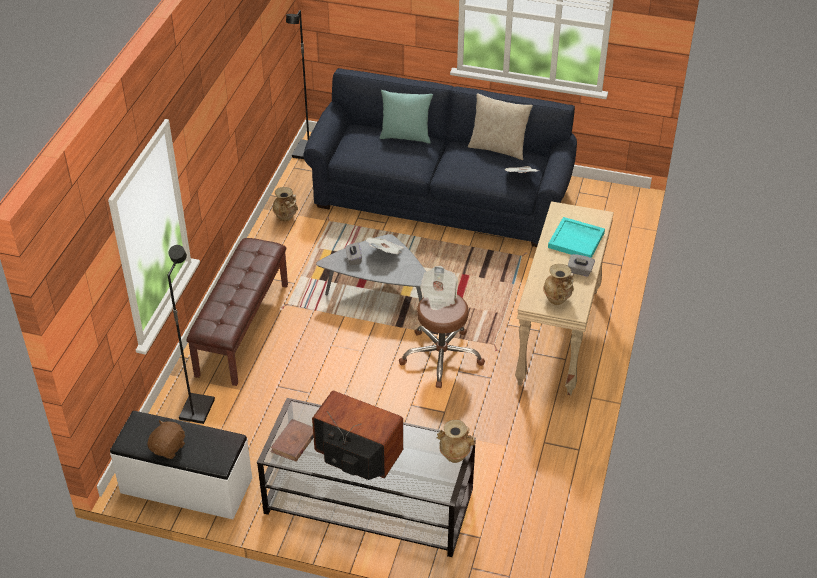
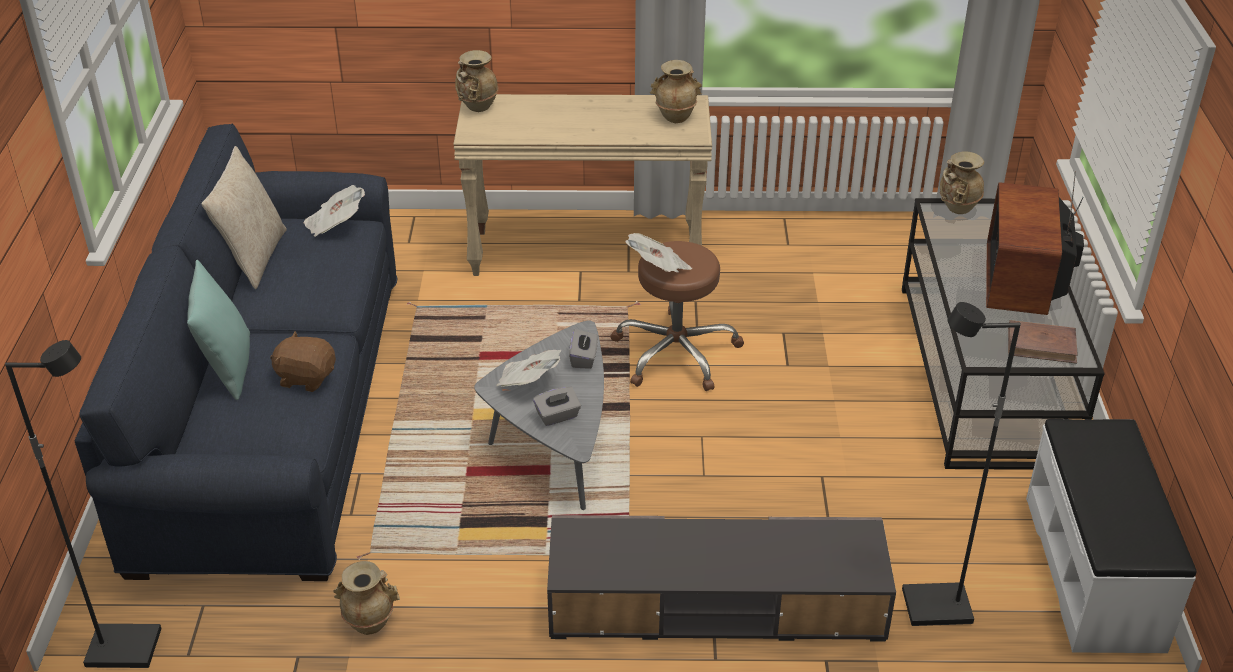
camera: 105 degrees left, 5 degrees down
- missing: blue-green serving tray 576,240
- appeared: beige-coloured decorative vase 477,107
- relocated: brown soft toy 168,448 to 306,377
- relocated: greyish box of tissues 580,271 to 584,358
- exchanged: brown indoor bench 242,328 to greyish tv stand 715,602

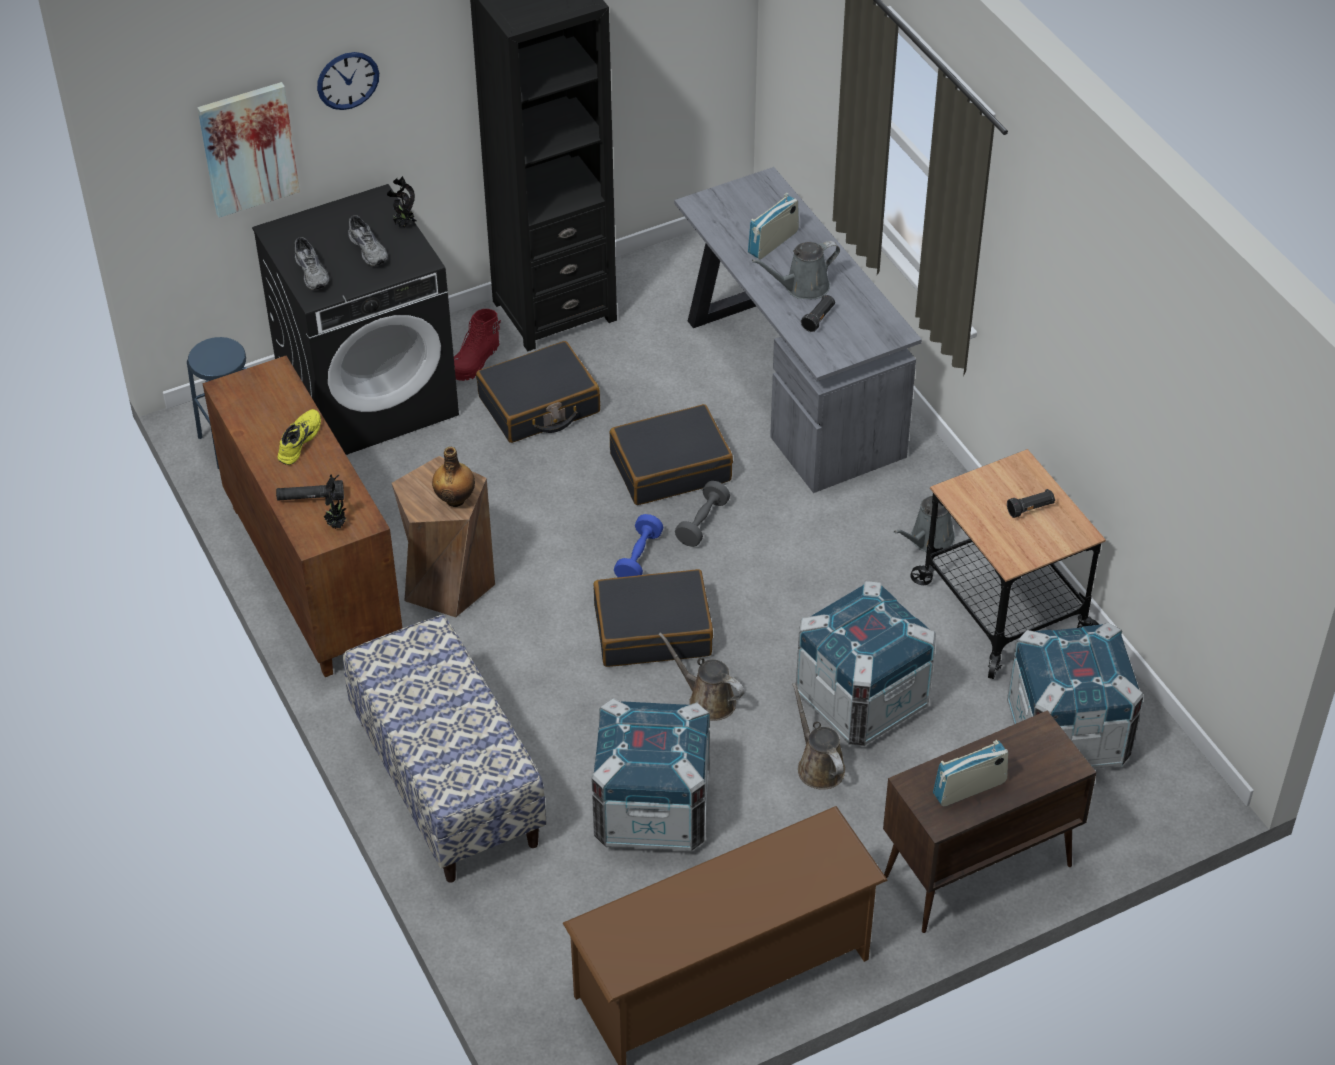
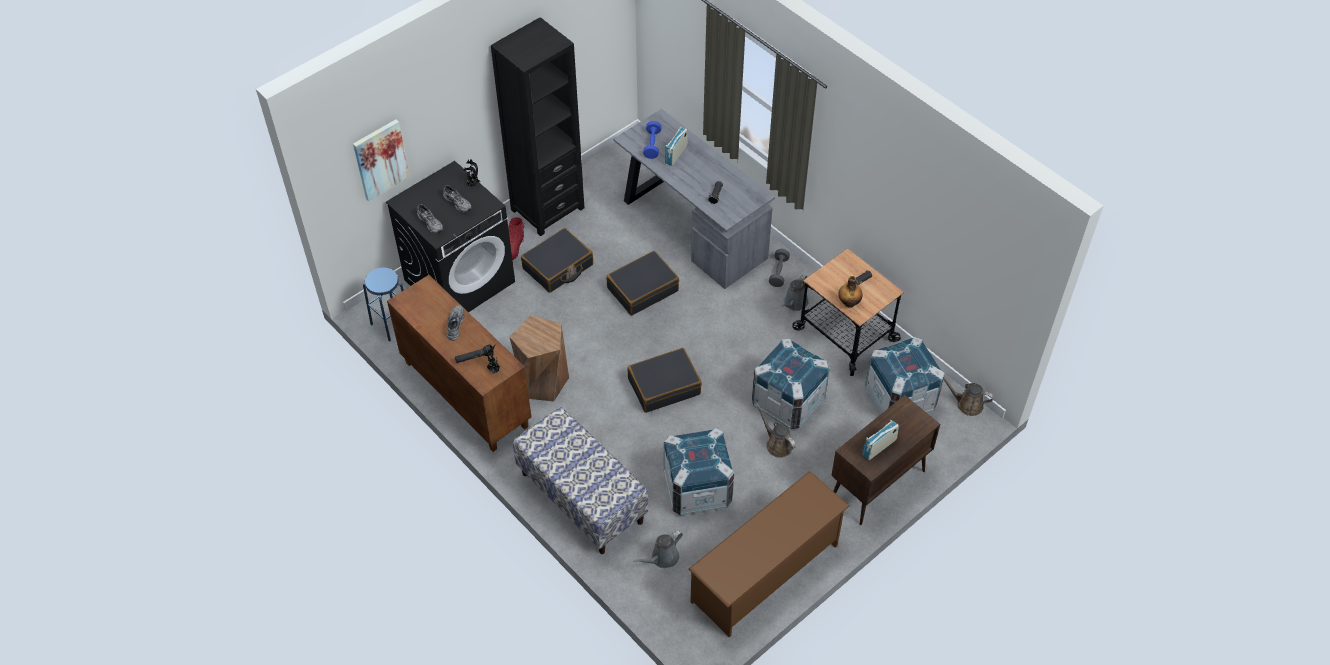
camera: 15 degrees left, 5 degrees up
- missing: clock on the wall 347,80
- relocated: drink bottle 455,499 to 849,303
- relocated: blue-coloured hand weight 638,557 to 652,145
- relocated: brown sprinkling can 707,700 to 967,404
- relocated: greyish hand weight 702,523 to 778,272
- relocated: greyish sprinkling can 802,287 to 662,558
- colour: yellowish shoe 298,440 to greyish shoe 454,324

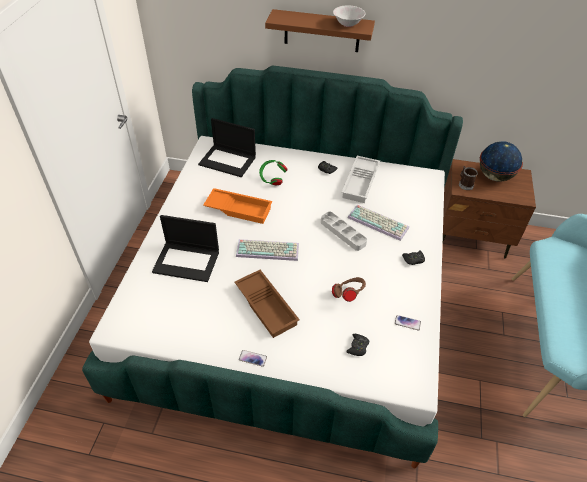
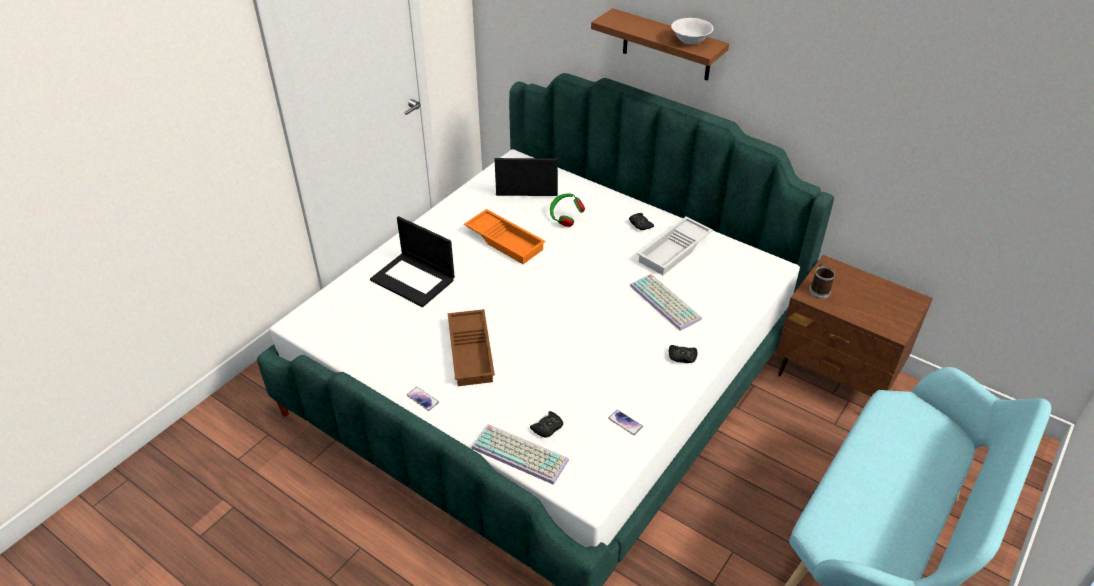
camera: 25 degrees right, 5 degrees down
- missing: greyish serving tray 343,233
- missing: brown headset 348,294
- missing: desk globe 494,176
- relocated: keyboard 268,249 to 521,453
- spun: portable computer 228,161 = 526,184 135 degrees clockwise

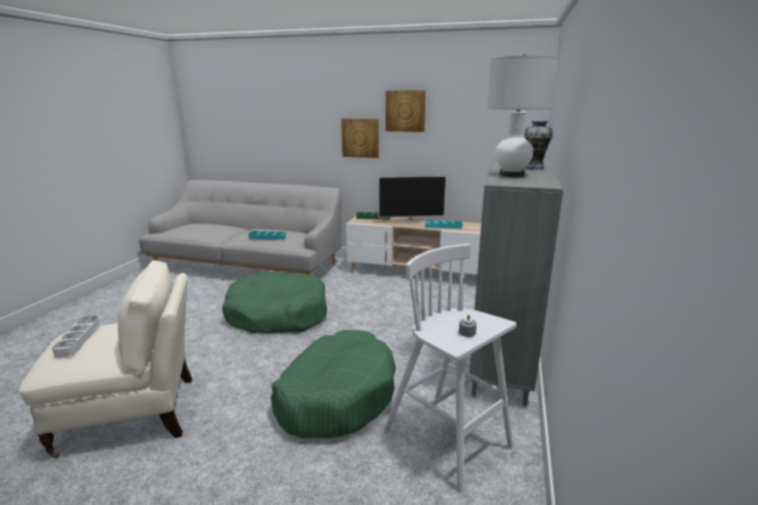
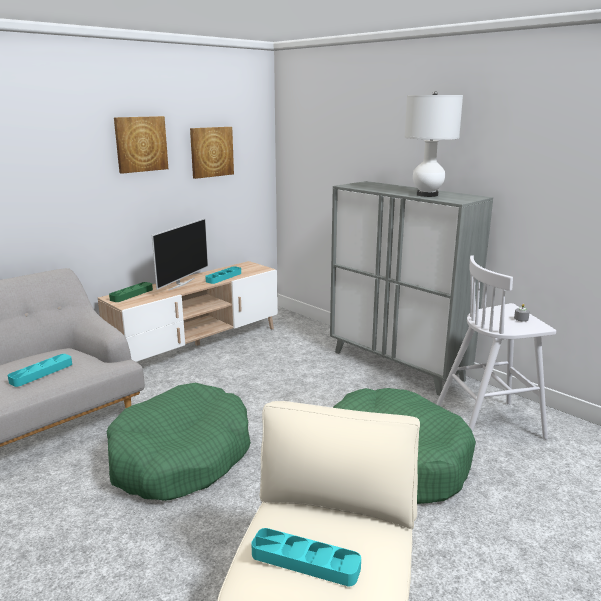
camera: 60 degrees left, 0 degrees up
- missing: decorative vase 534,168
- relocated: picture 360,138 to 211,152
- colour: whitish serving tray 78,339 to blue-green serving tray 305,561

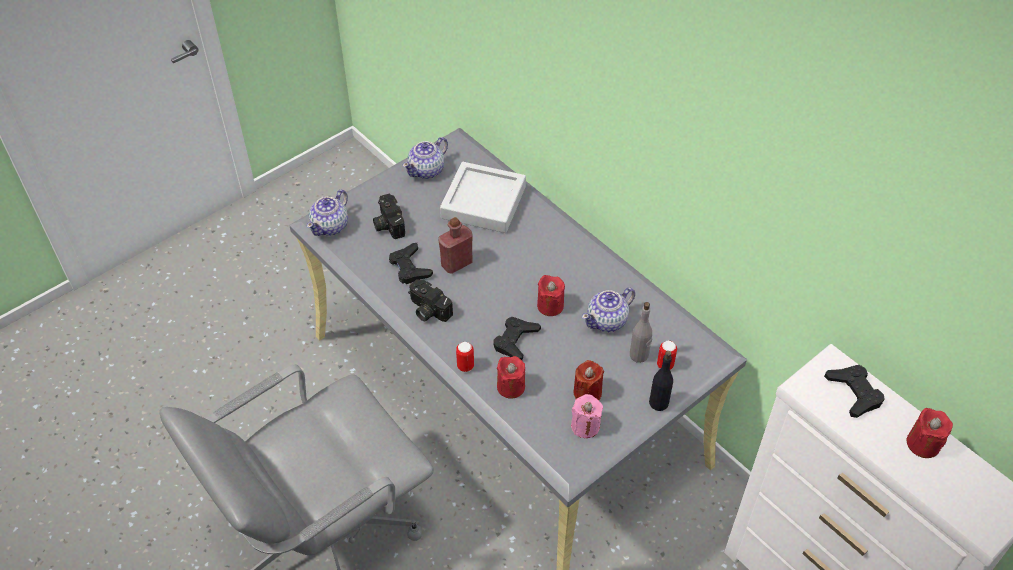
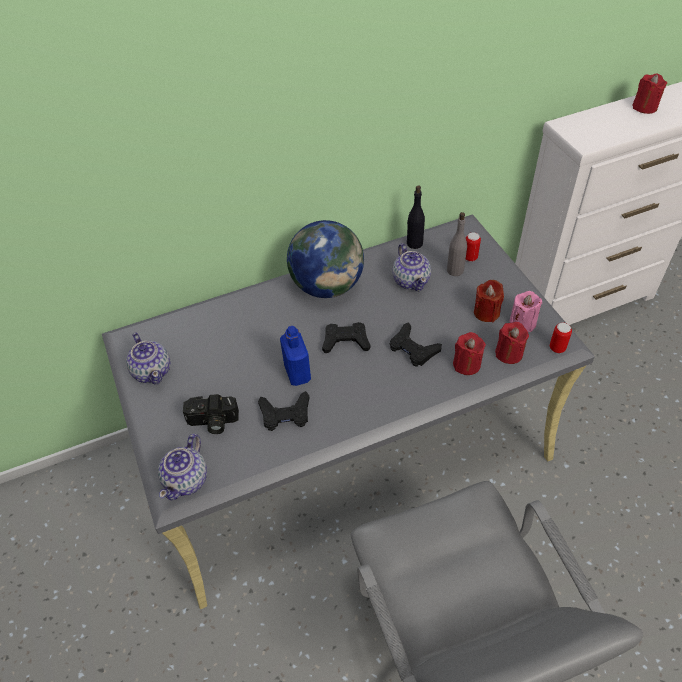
camera: 70 degrees left, 0 degrees up
- missing: photo camera 427,310
- missing: greyish serving tray 483,202
- appeared: desk globe 327,286
- relocated: metal can 465,366 to 557,348
- relocated: reddish candle 550,306 to 509,353
- relocated: black-coloured drink bottle 659,402 to 414,243
- relocated: black-coloured gamepad 854,393 to 345,341
- colour: reddish drink bottle 456,263 to blue-coloured drink bottle 297,373
- spun: pot for tea 330,226 = 187,479 60 degrees clockwise

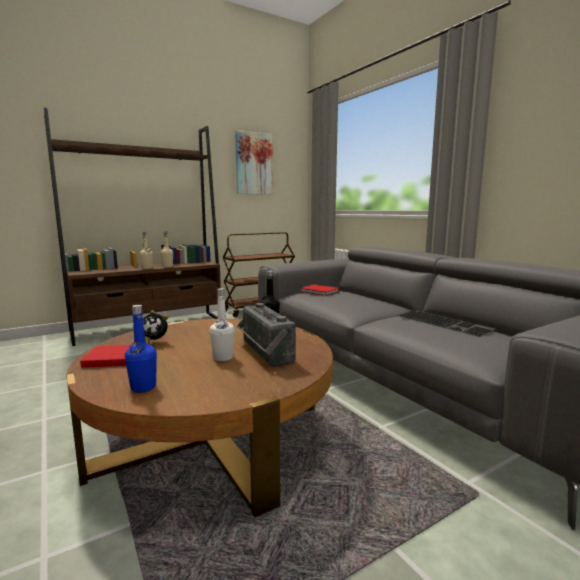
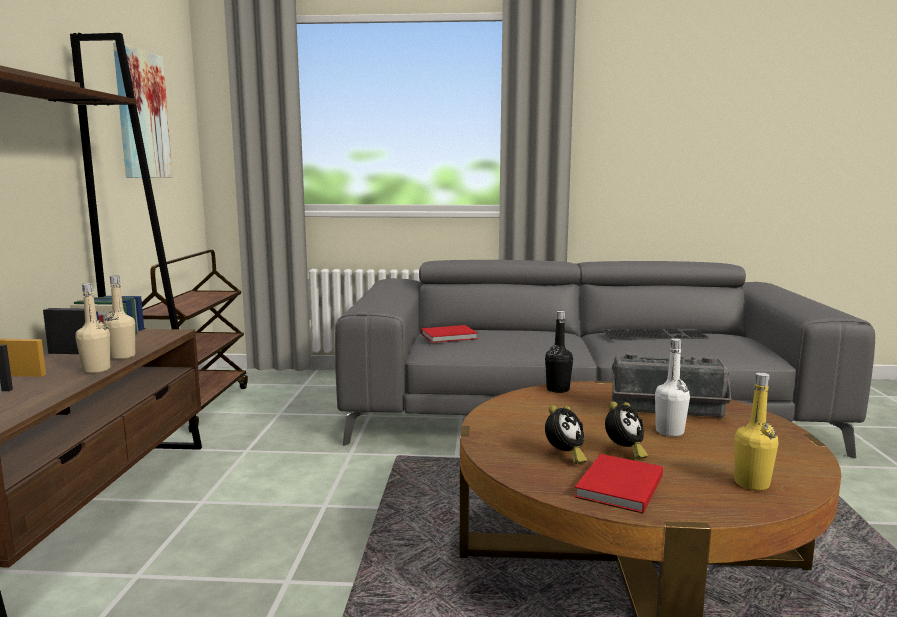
camera: 55 degrees left, 0 degrees up
- appeared: bedside clock 624,452
- colour: blue-coloured drink bottle 143,387 to yellowish drink bottle 751,484

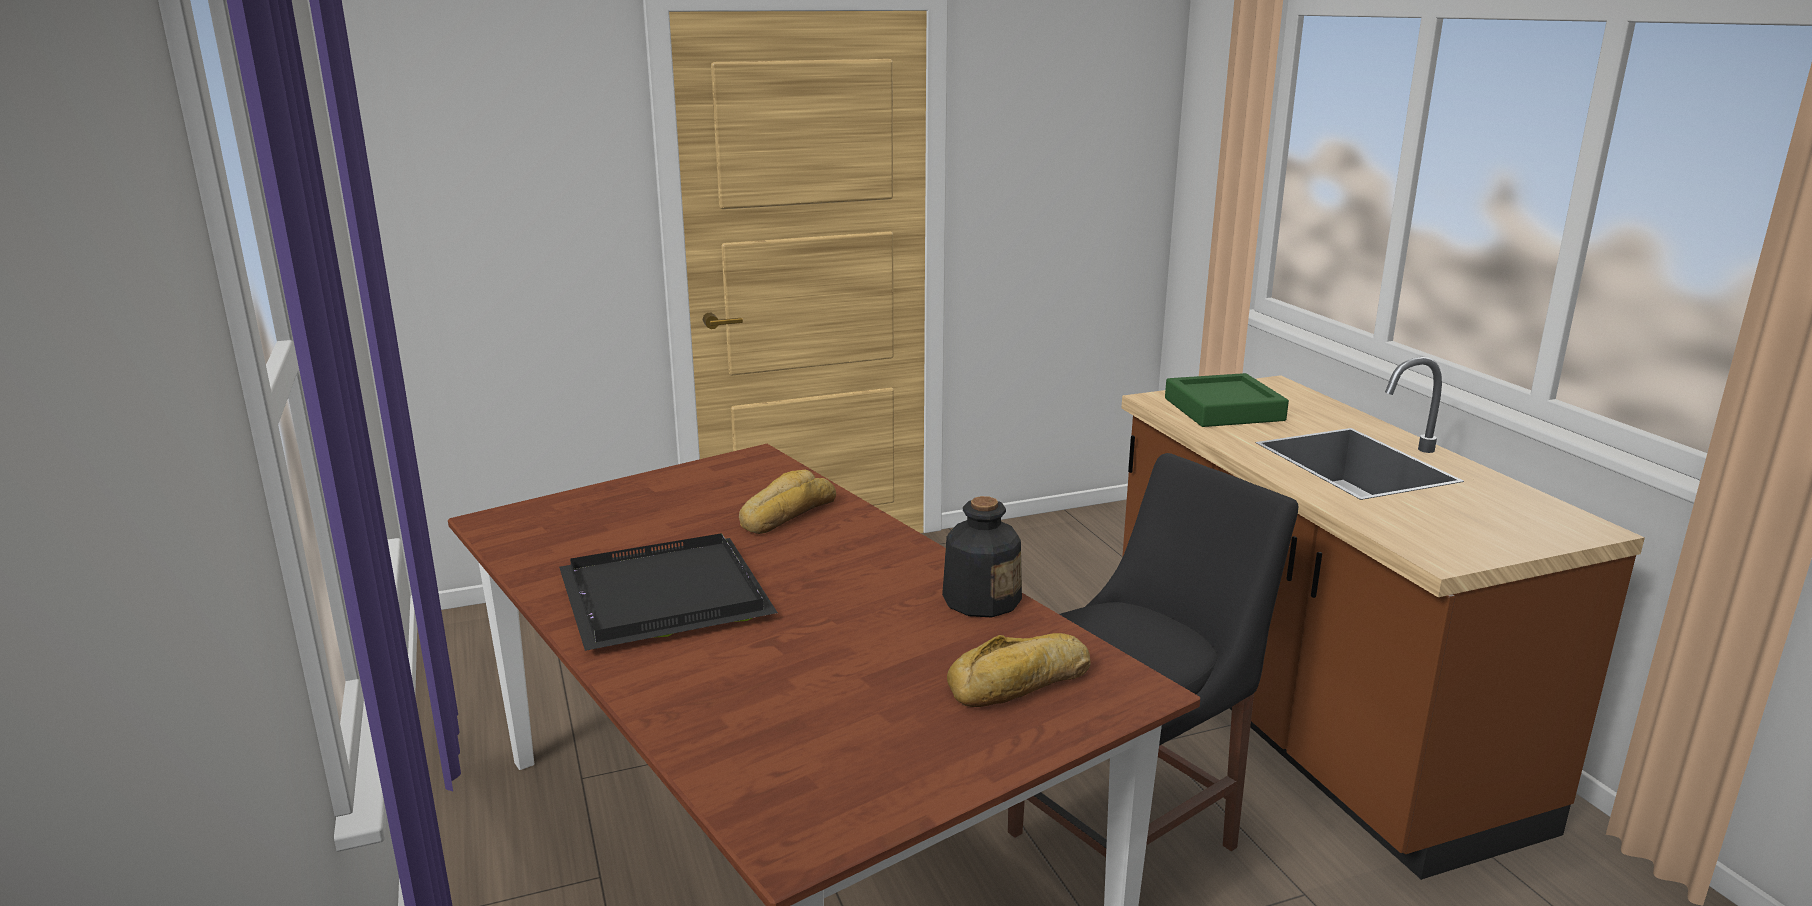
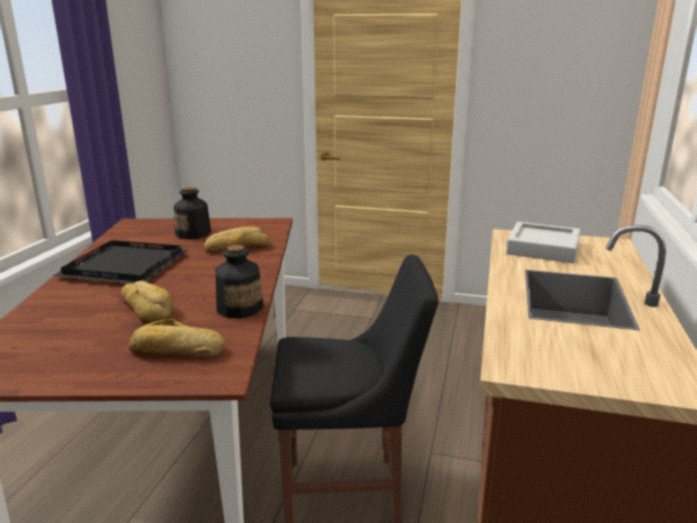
camera: 35 degrees right, 0 degrees up
- appeared: bread 148,308
- appeared: drink bottle 194,234
- colour: green serving tray 1223,409 to greyish serving tray 543,248

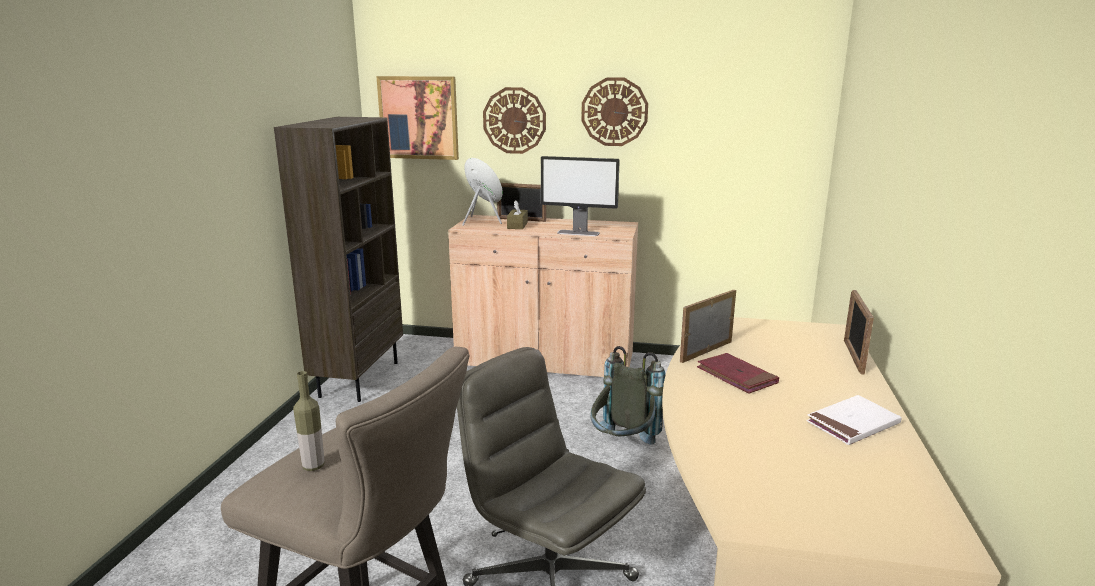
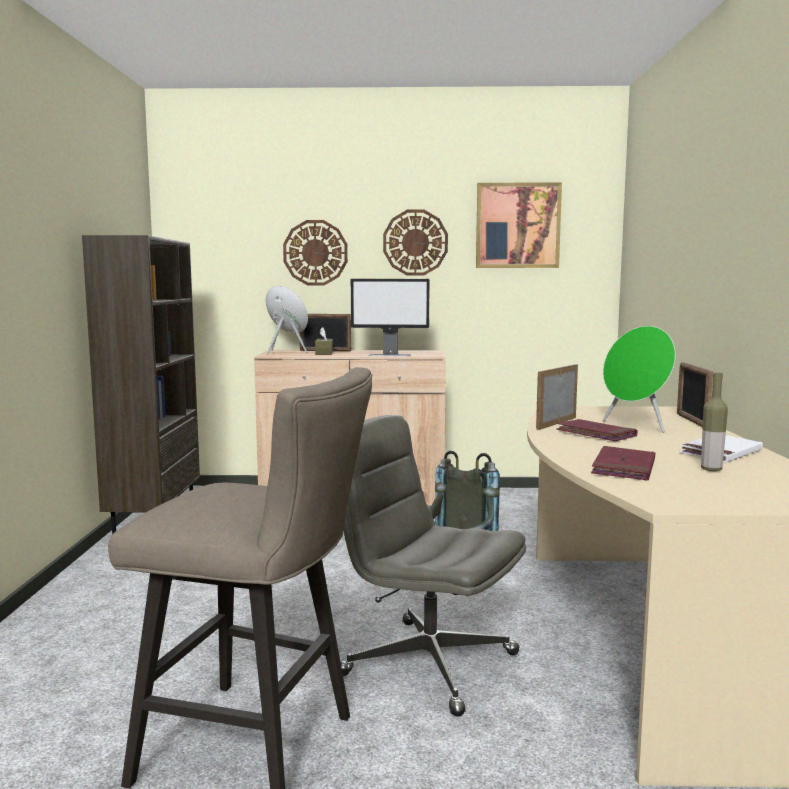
camera: 10 degrees left, 10 degrees down
- appeared: reddish bound book 624,468
- appeared: green speaker 637,426
- relocated: drink bottle 313,466 to 711,469
- relocated: picture 419,117 to 517,226

